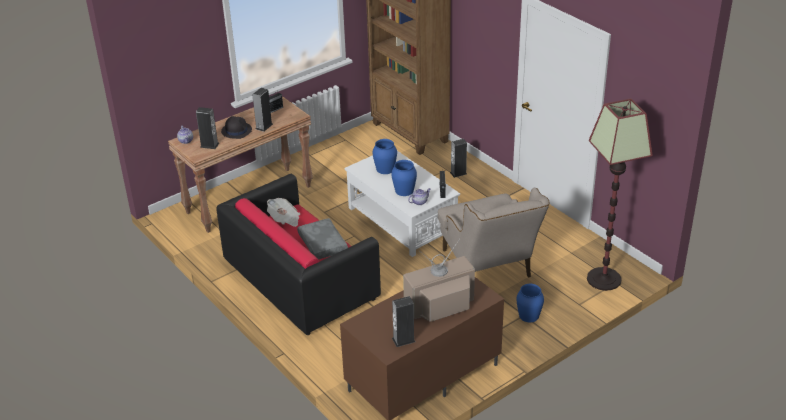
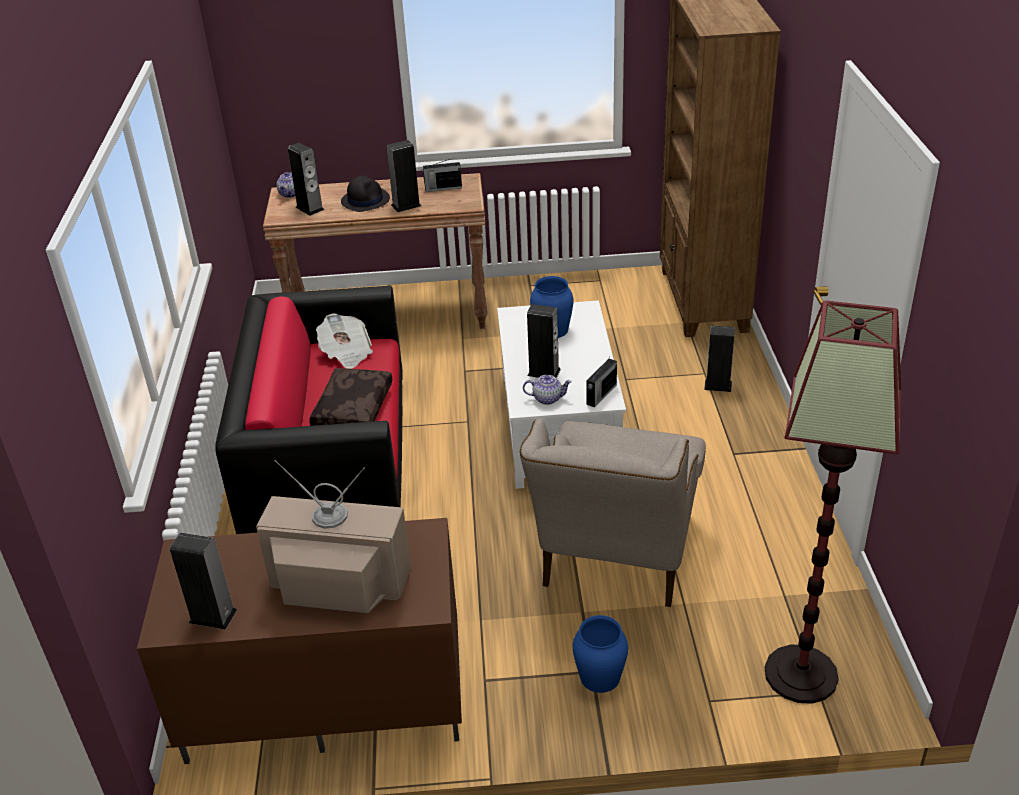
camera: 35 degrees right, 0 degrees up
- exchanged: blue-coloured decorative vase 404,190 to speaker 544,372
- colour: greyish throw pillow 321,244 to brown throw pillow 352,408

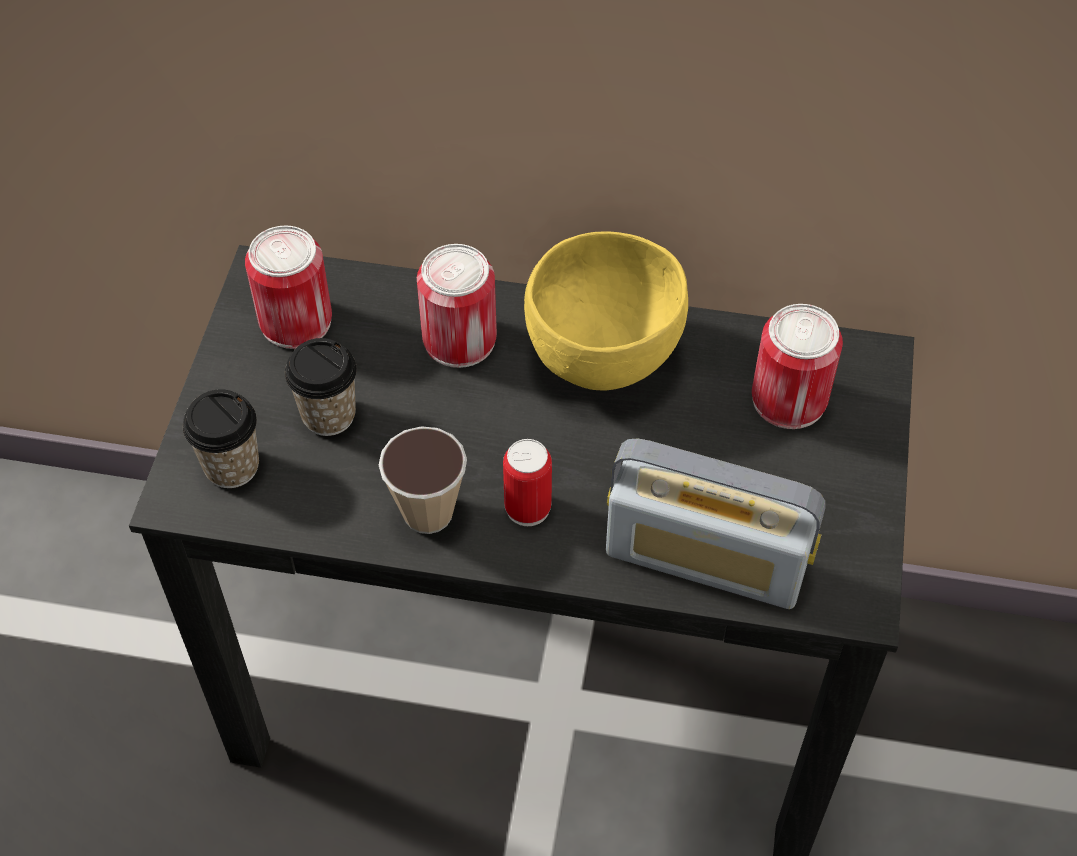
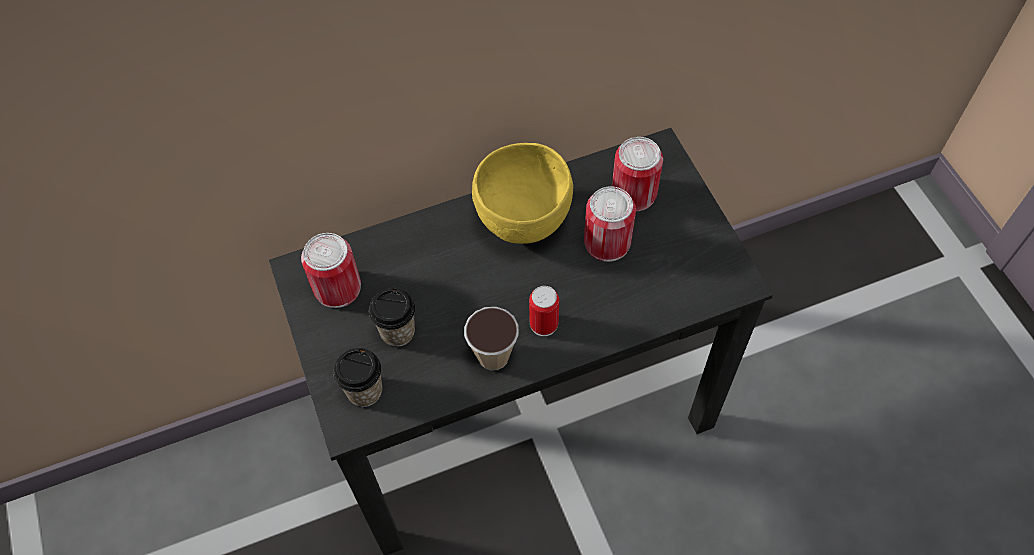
camera: 30 degrees left, 5 degrees up
- missing: radio receiver 706,558
- relocated: metal can 459,339 to 607,242

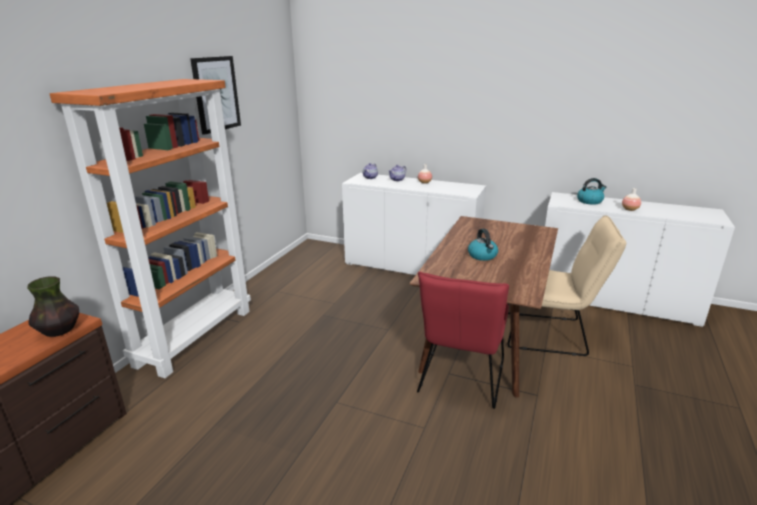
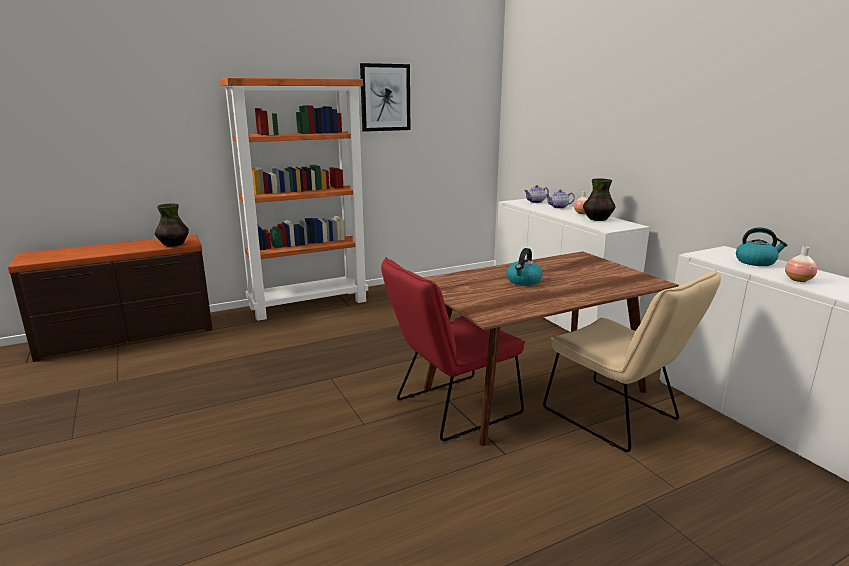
camera: 40 degrees right, 5 degrees down
- appeared: decorative vase 597,219

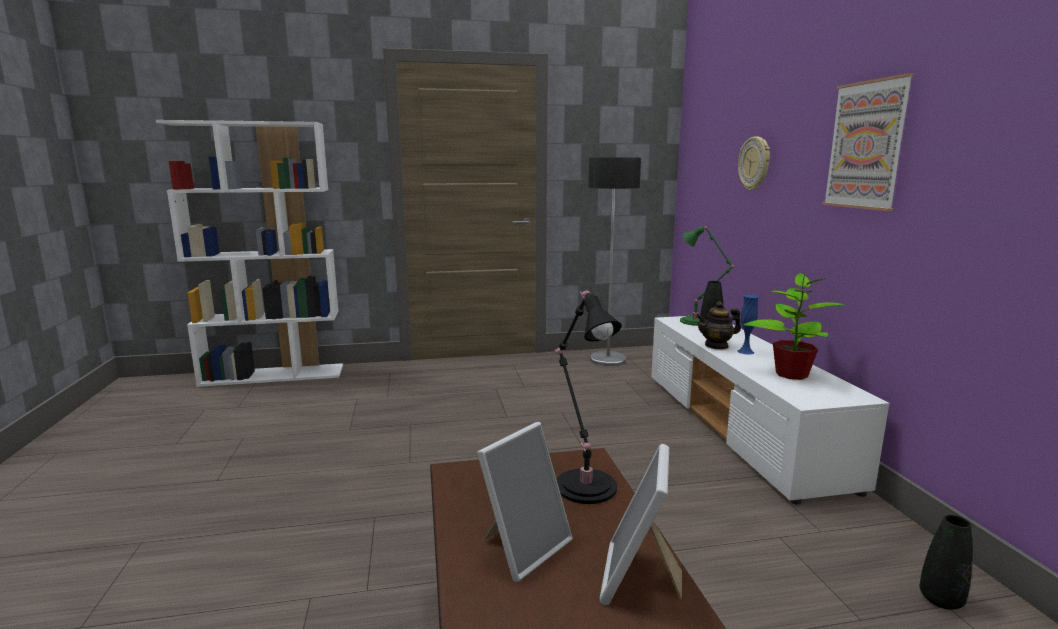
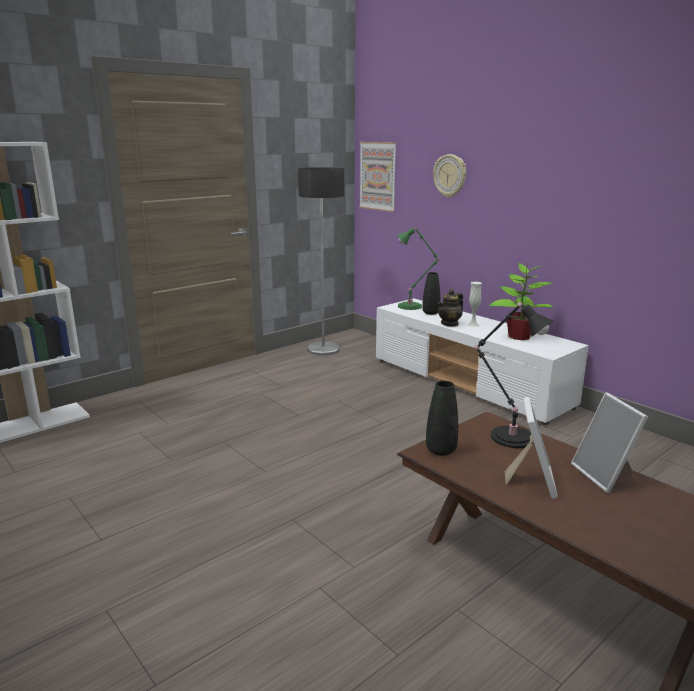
camera: 30 degrees left, 5 degrees up
- relocated: picture 866,145 to 378,176
- relocated: black-coloured decorative vase 941,600 to 441,450
- colour: blue-coloured decorative vase 745,351 to whitish decorative vase 473,325

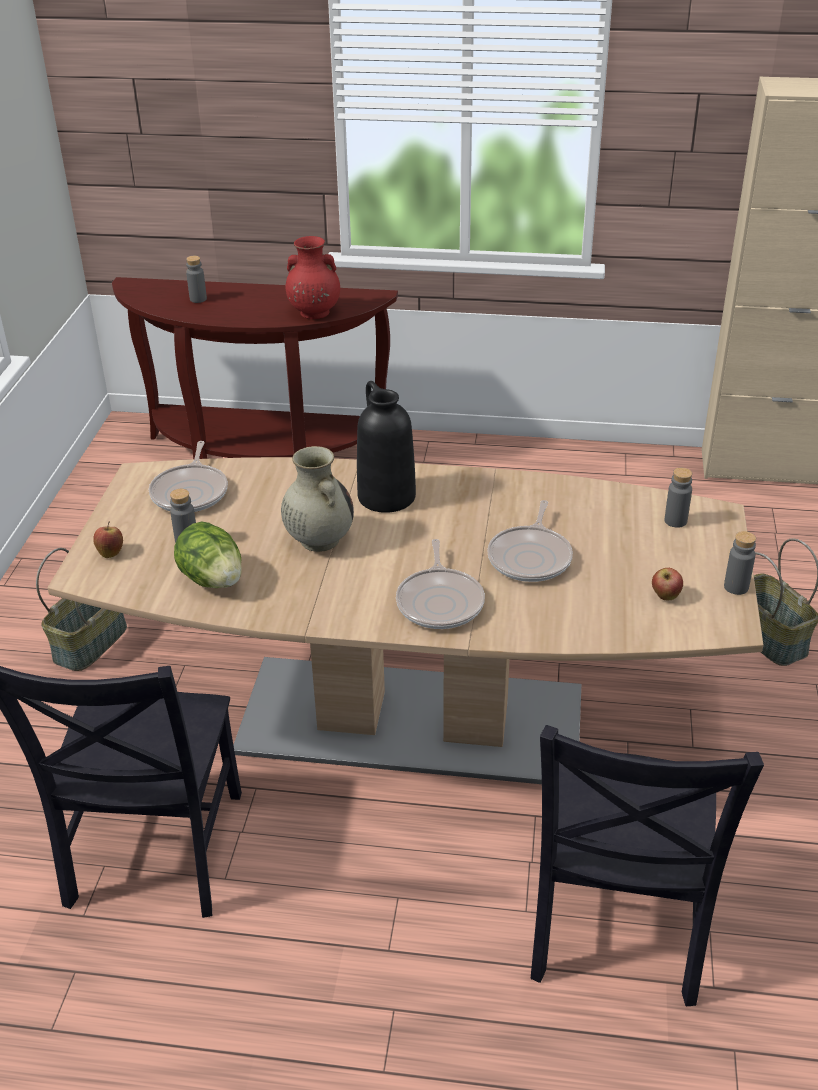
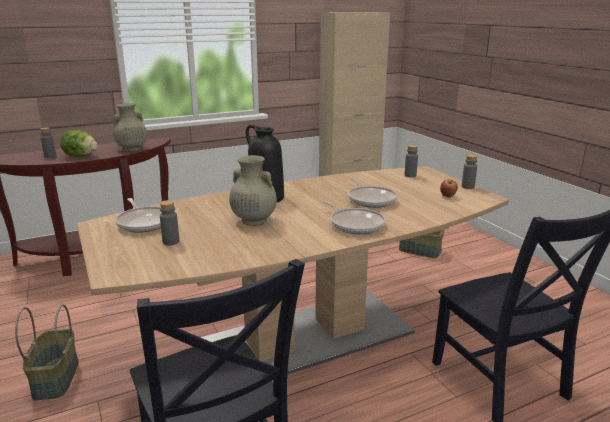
camera: 35 degrees left, 15 degrees down
- missing: whole apple 110,552
- relocated: lettuce head 213,580 to 80,156
- colour: reddish decorative vase 313,312 to beige-coloured decorative vase 131,149

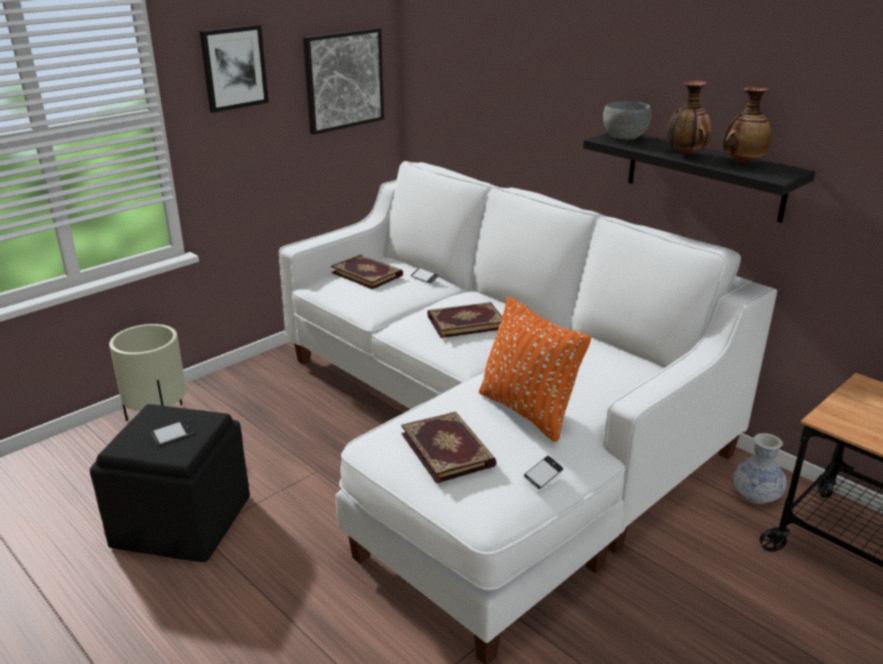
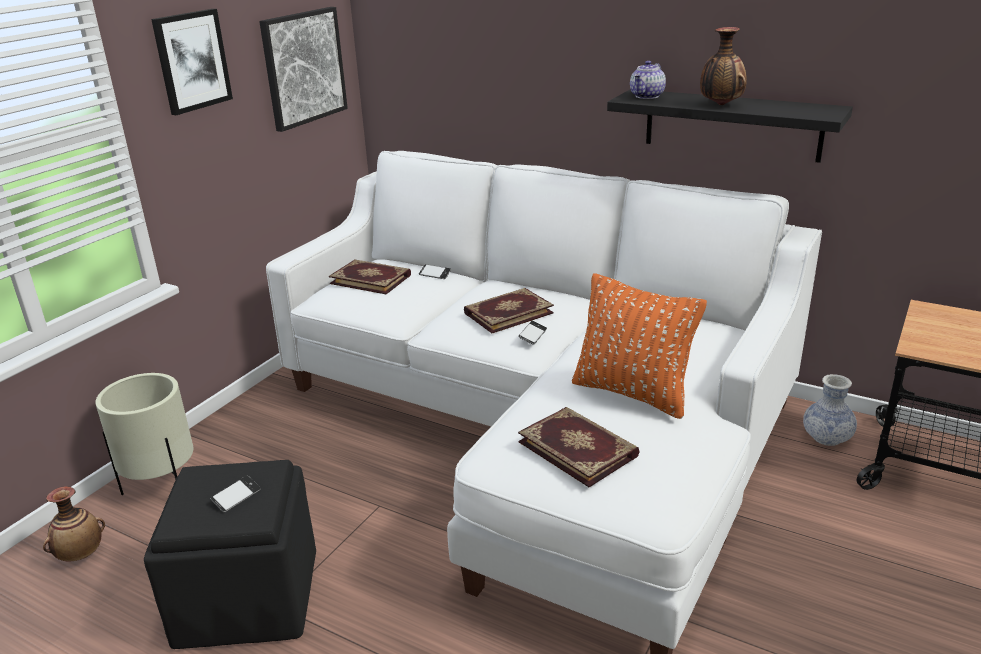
camera: 15 degrees left, 0 degrees up
- relocated: handset 543,475 to 532,335
- relocated: decorative vase 742,162 to 81,555
- exchanged: greyish deep dish 625,138 to pot for tea 647,96

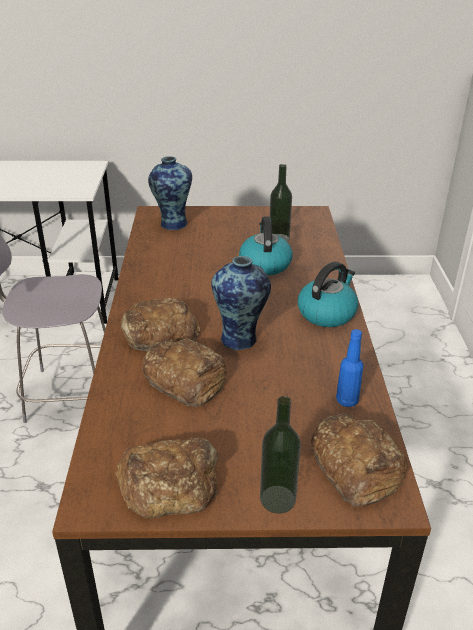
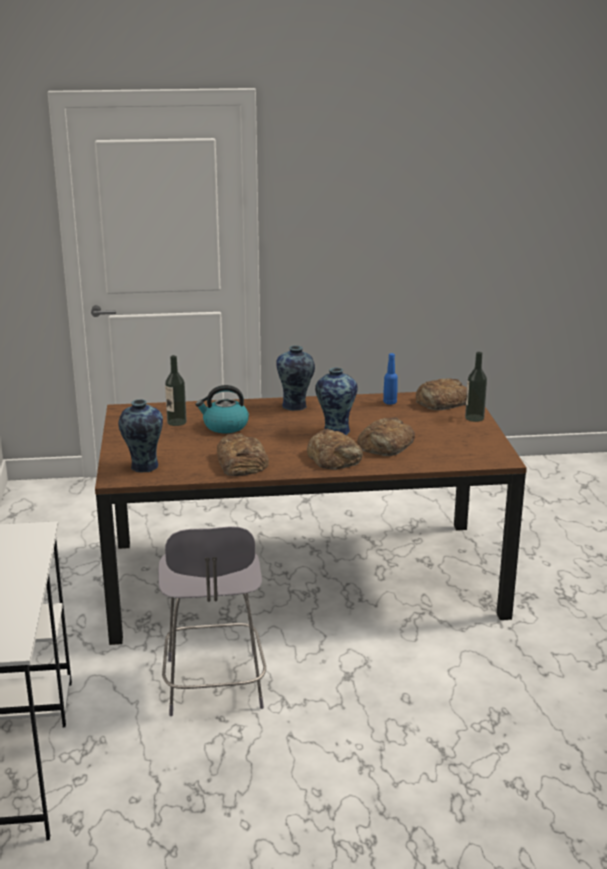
camera: 95 degrees left, 10 degrees down
- relocated: bread 169,483 to 241,462
- exchanged: tea kettle 327,313 to decorative vase 295,406

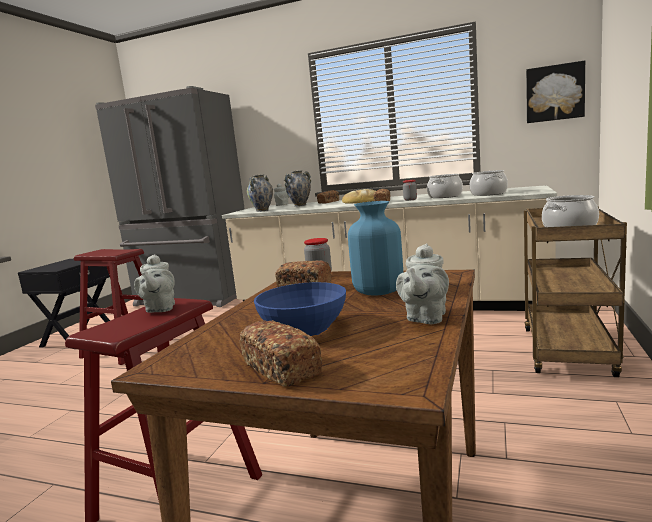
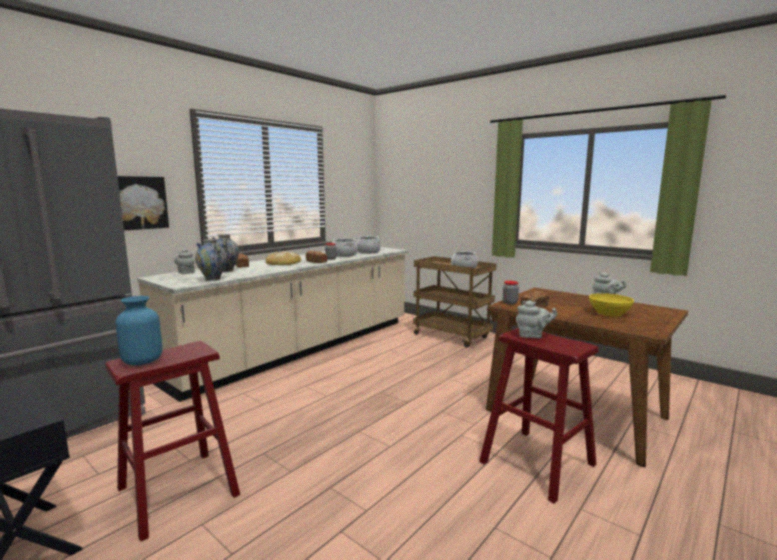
camera: 70 degrees left, 0 degrees up
- missing: bread 282,369
- relocated: blue-coloured decorative vase 378,291 to 142,361
- relocated: picture 554,93 to 137,203
- colour: blue-coloured deep dish 304,328 to yellowish deep dish 609,313

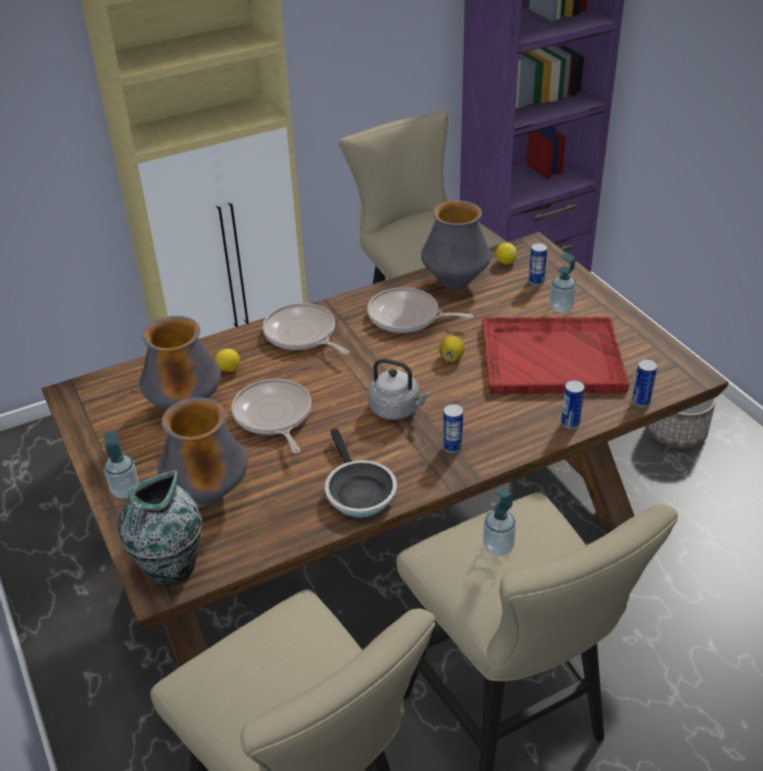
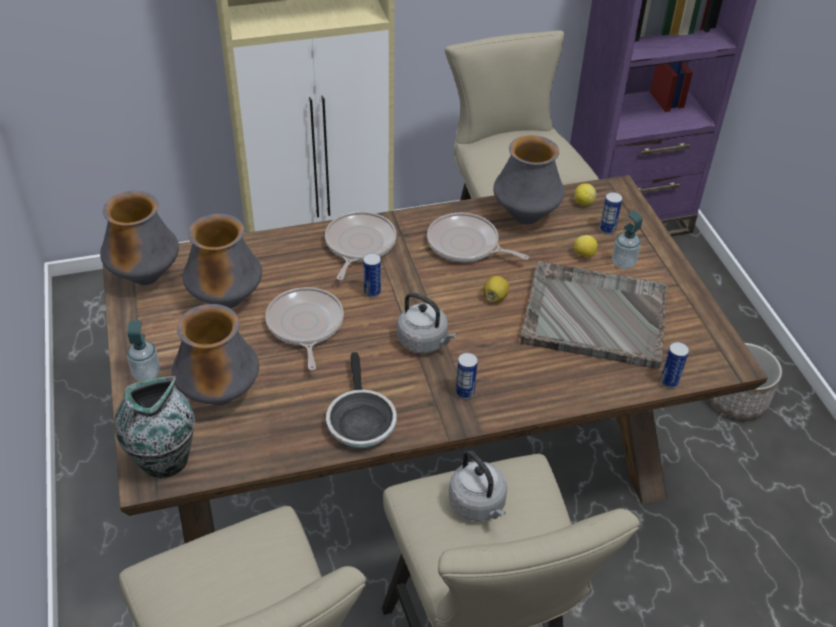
camera: 10 degrees right, 5 degrees up
- appeared: decorative vase 146,277
- relocated: lemon 228,370 to 583,255
- relocated: metal can 570,423 to 372,292
- exchanged: soap bottle 498,547 to greyish tea kettle 478,505
- colour: reddish serving tray 550,358 to greyish serving tray 593,316
- spun: pan 302,335 = 358,245 45 degrees clockwise

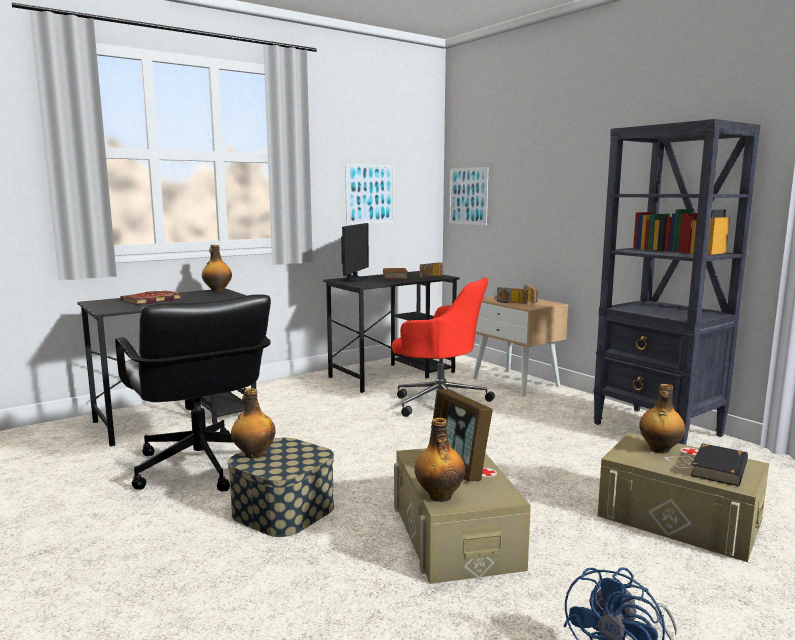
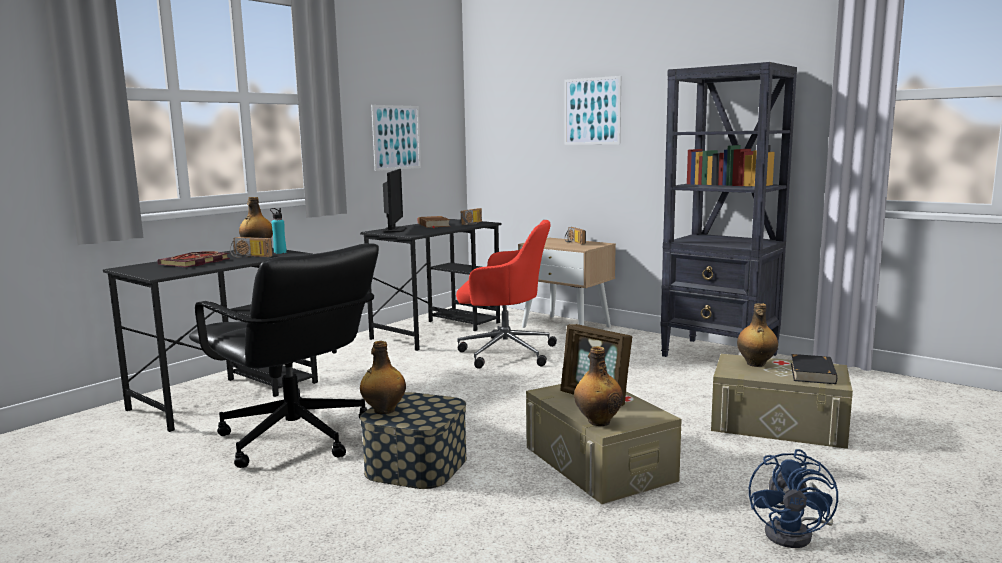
camera: 15 degrees left, 0 degrees up
- appeared: blue-green drink bottle 280,252
- relocated: picture 468,196 to 592,111
- relocated: radio receiver 509,302 to 250,256

